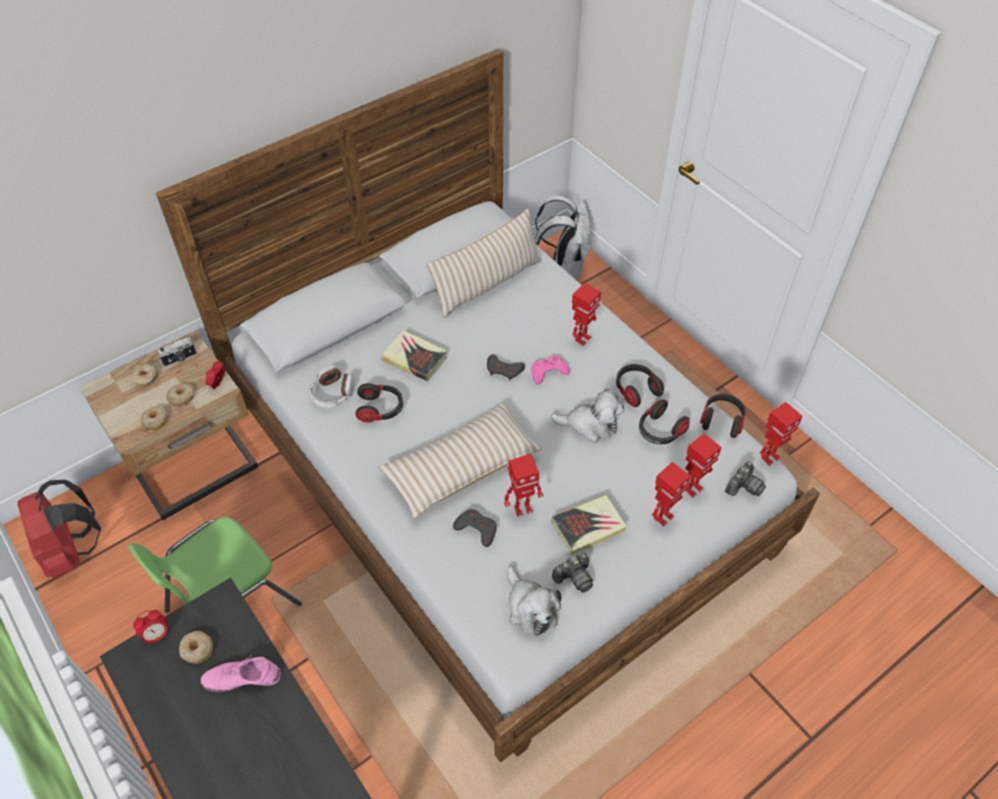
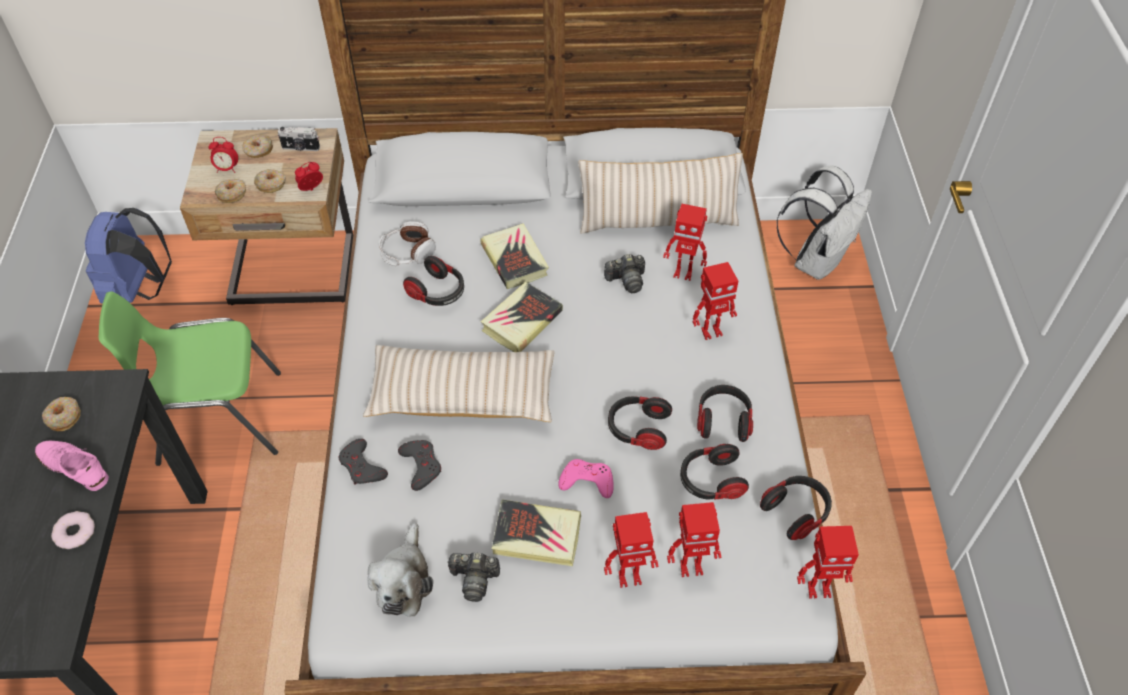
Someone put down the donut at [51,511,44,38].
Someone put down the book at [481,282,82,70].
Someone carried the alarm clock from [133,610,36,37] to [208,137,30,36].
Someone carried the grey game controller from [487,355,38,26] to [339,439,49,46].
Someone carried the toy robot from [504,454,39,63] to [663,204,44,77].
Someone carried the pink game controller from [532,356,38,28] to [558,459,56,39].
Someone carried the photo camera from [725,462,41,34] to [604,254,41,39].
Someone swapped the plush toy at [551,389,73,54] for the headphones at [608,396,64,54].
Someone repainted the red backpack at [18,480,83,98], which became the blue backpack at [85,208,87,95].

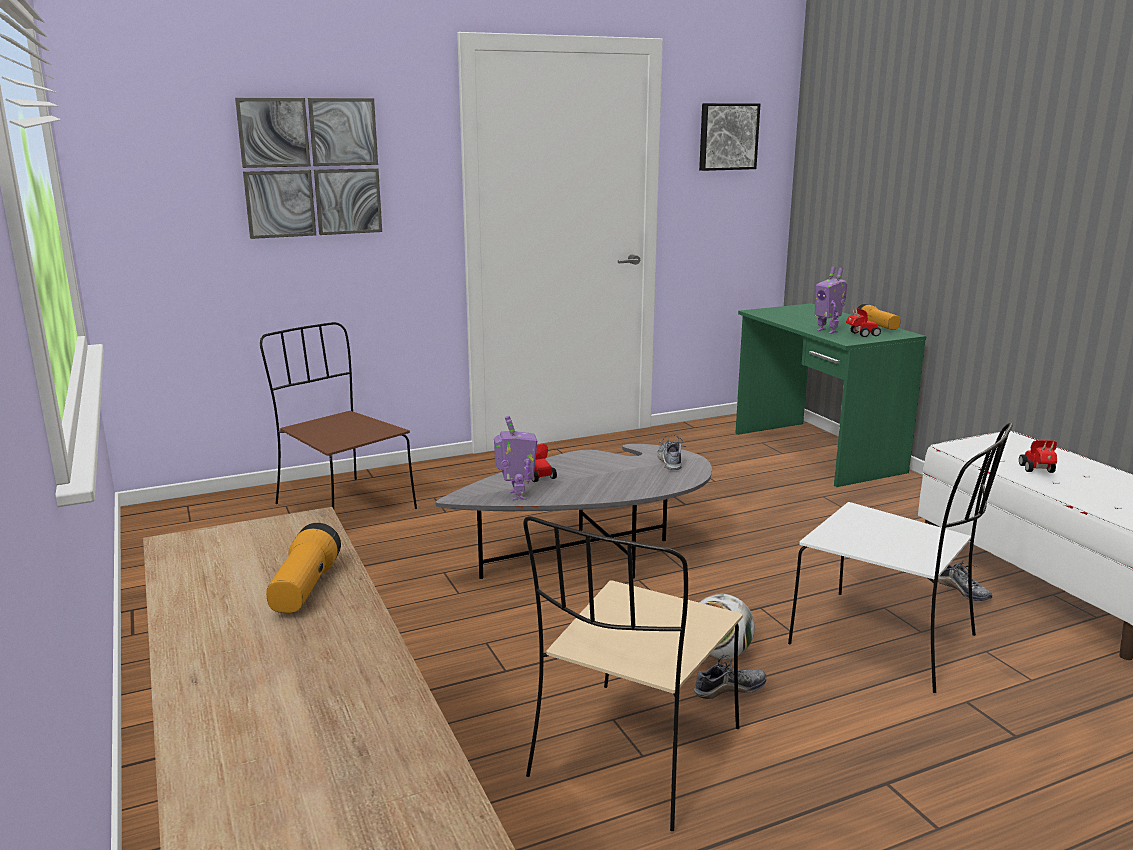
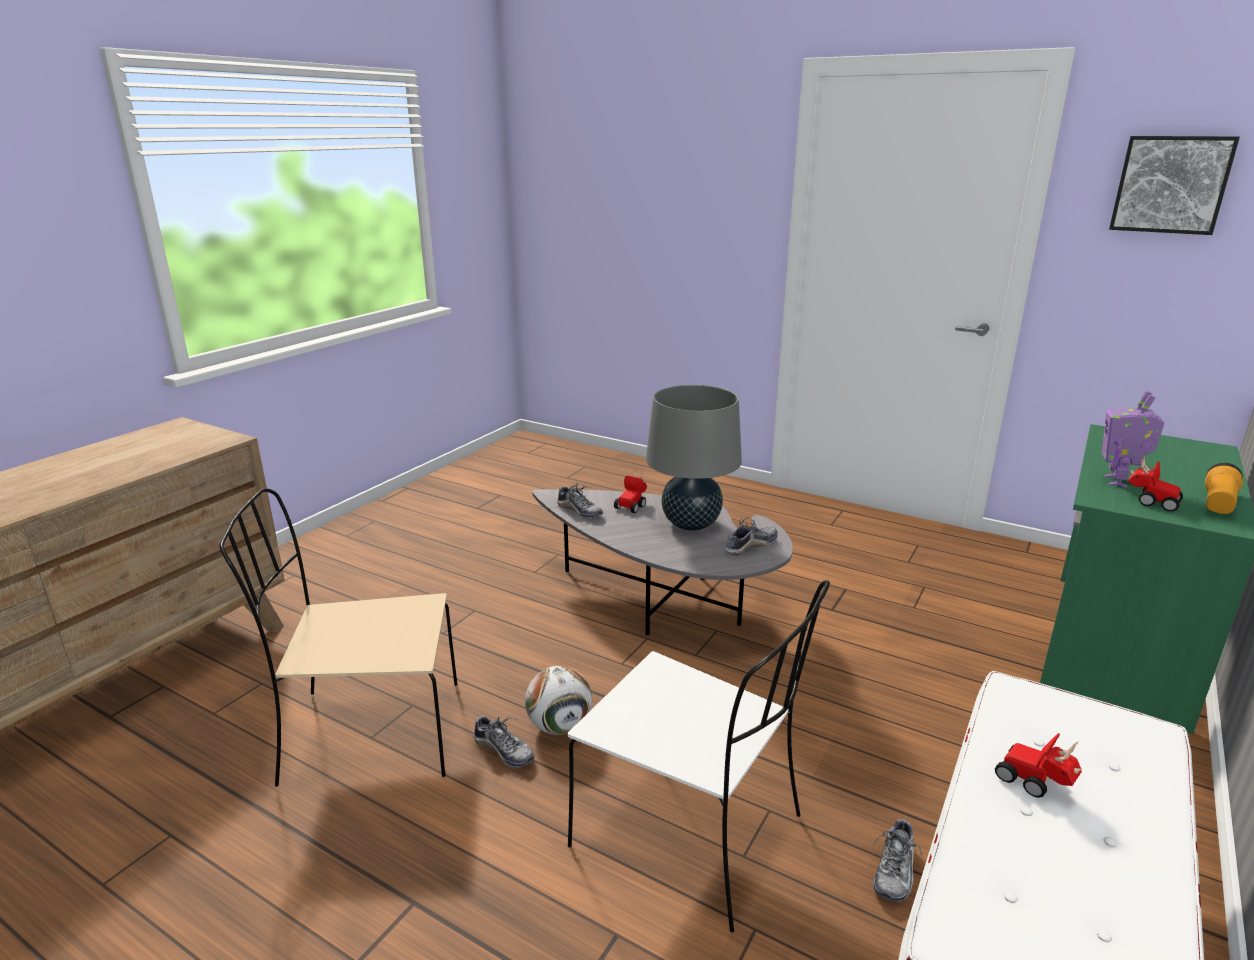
Someone took away the picture at [235,98,147,141].
Someone took away the brown chair at [260,322,157,187].
Someone took away the flashlight at [266,523,75,90].
Someone put down the grey table lamp at [646,385,96,146].
Someone swapped the toy robot at [494,416,43,85] for the shoe at [557,483,46,36].
Someone rotated the white chair at [788,423,225,270] by 60 degrees counterclockwise.
Someone rotated the toy car at [1019,440,38,33] by 105 degrees counterclockwise.

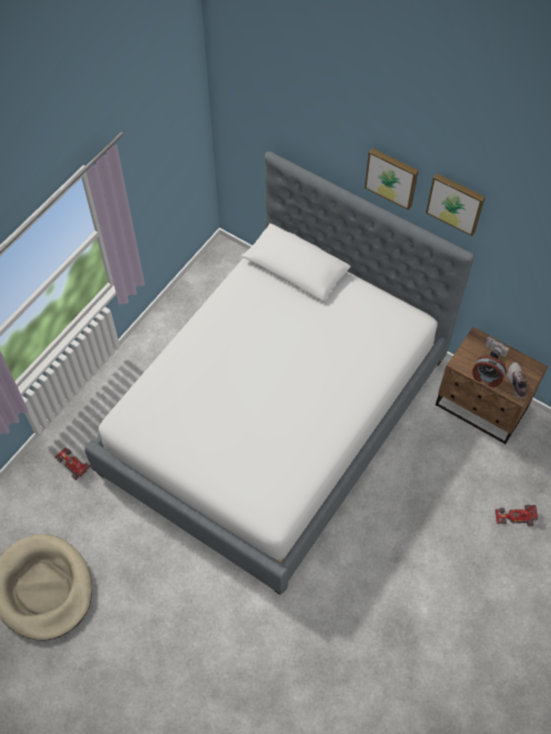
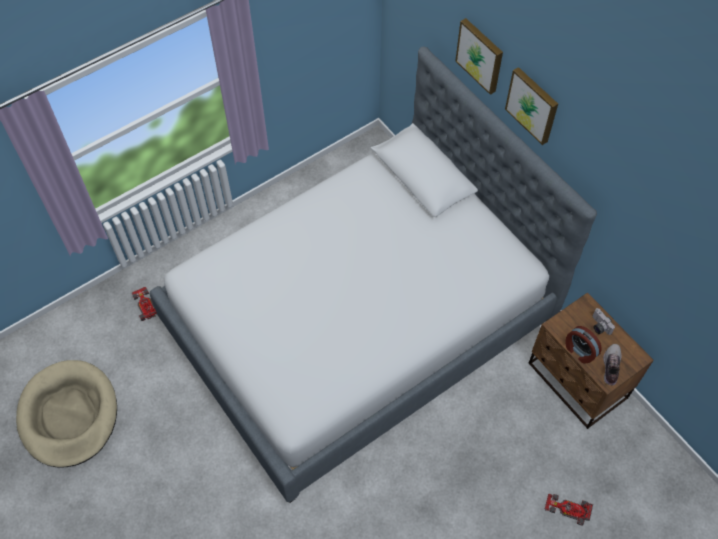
Someone carried the picture from [426,173,59,63] to [455,18,48,77].

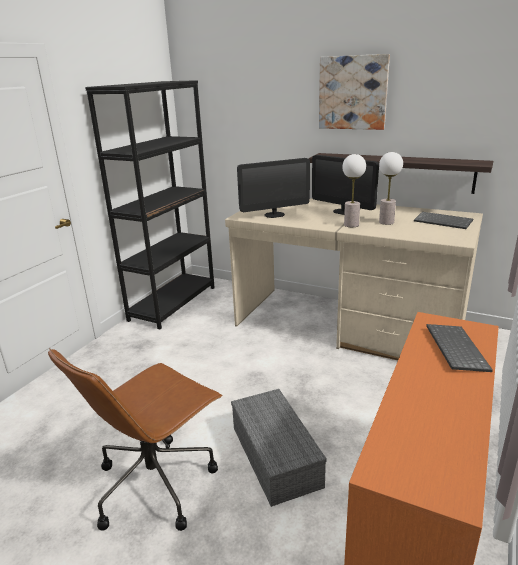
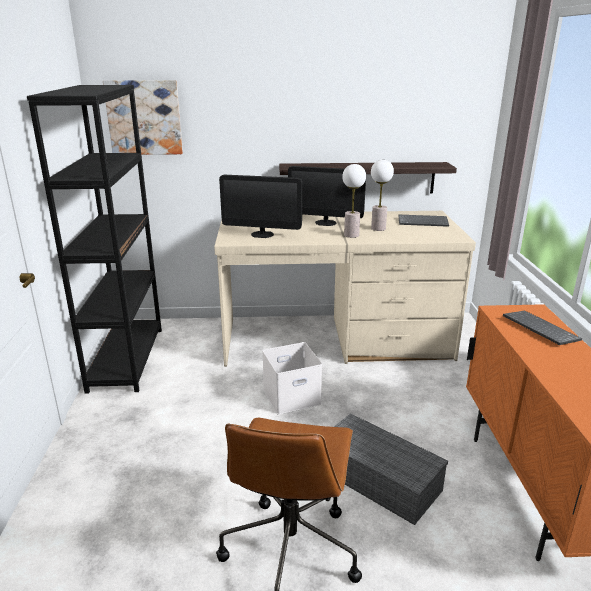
Someone put down the white storage box at [262,342,60,73].
Someone carried the picture from [319,54,71,76] to [103,80,80,75].
Someone rotated the monitor at [237,158,73,60] by 60 degrees clockwise.

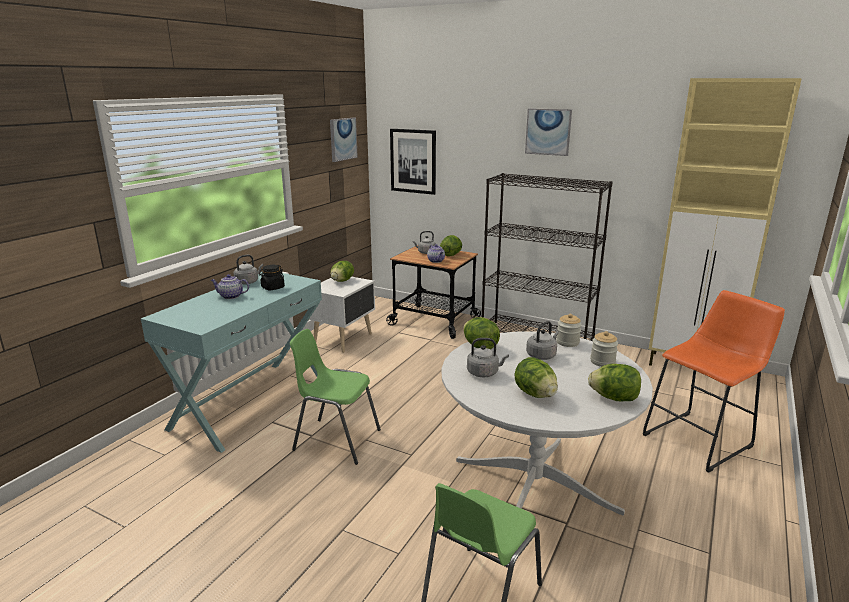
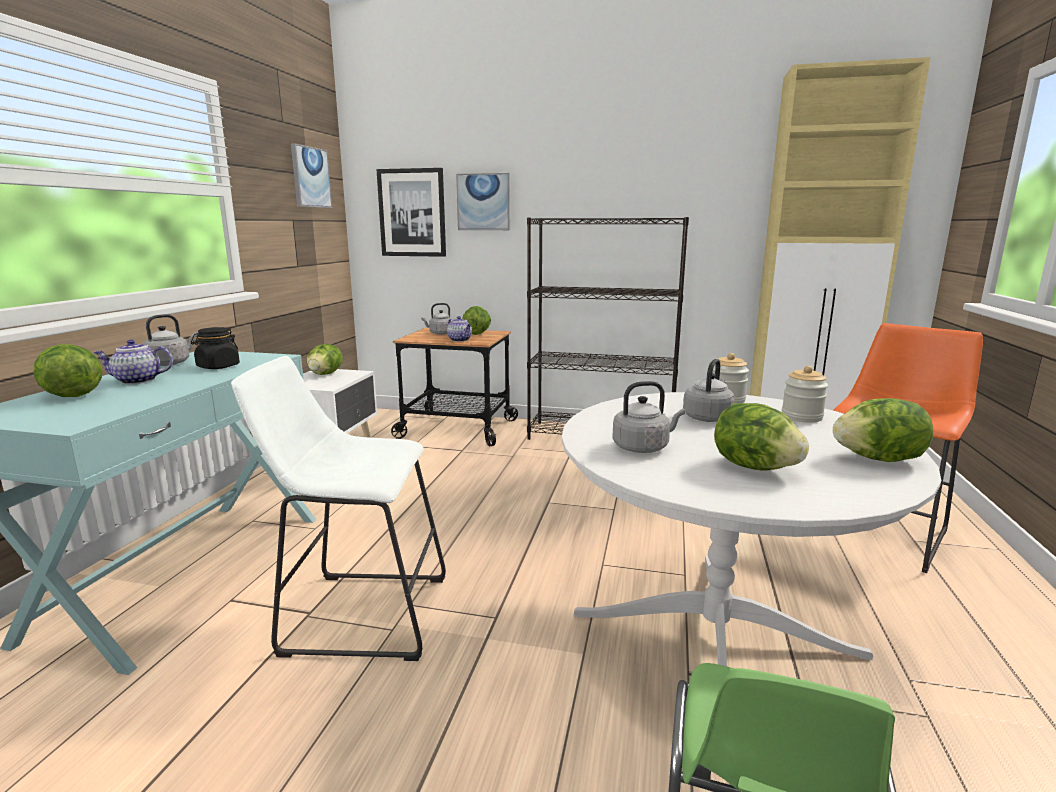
Someone carried the lettuce from [463,317,37,32] to [34,344,68,53].
Someone carried the picture from [525,108,47,48] to [456,173,54,57].
Someone swapped the green chair at [290,329,91,136] for the white stool at [231,356,215,305].

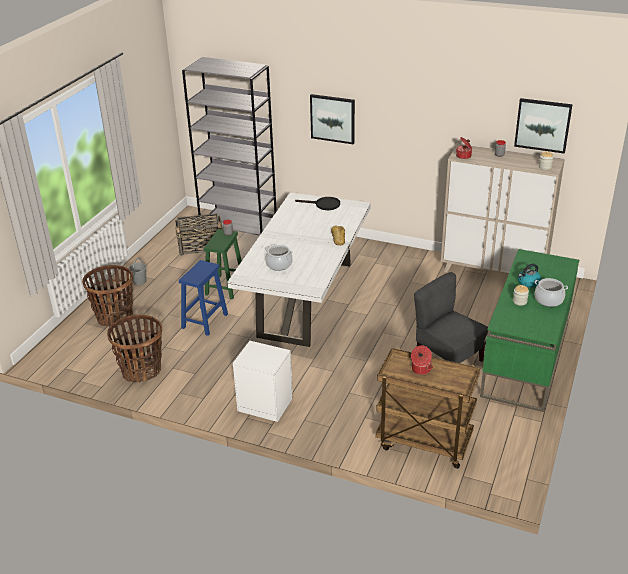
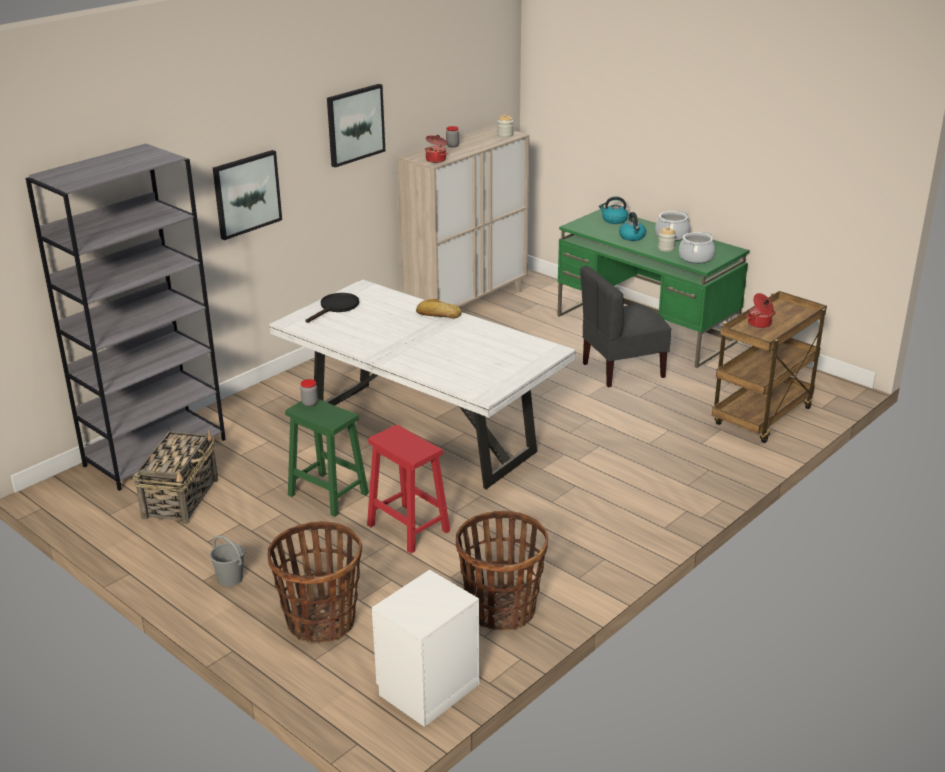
Someone put down the kettle at [599,197,29,27].
Someone carried the white nightstand from [233,341,60,81] to [372,570,108,157].
Someone carried the cooking pot from [265,245,28,26] to [679,231,36,33].
Someone carried the picture from [514,98,59,56] to [327,84,58,83].
Someone repainted the blue stool at [179,260,49,76], which became the red stool at [367,425,83,128].

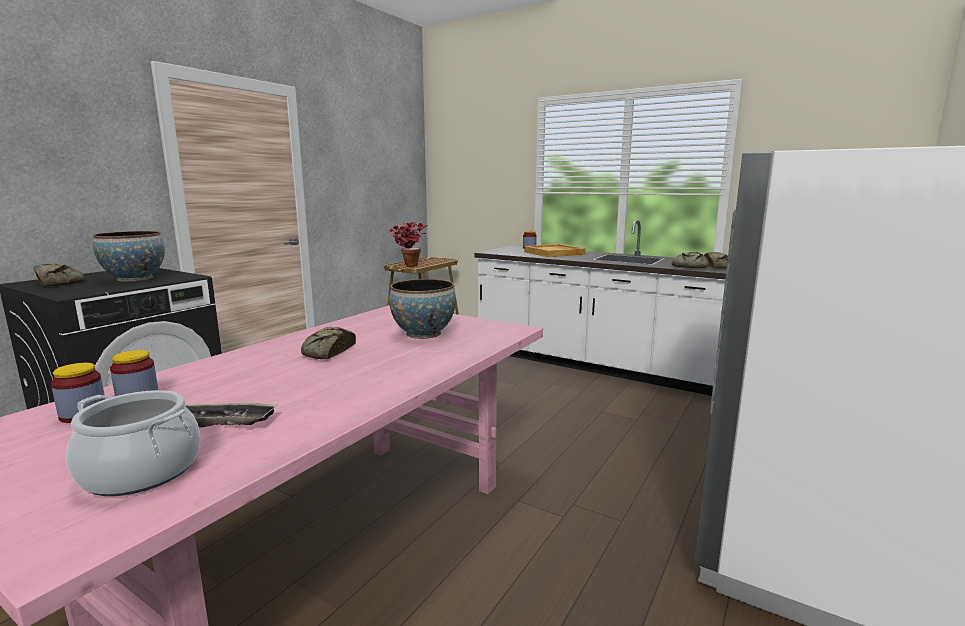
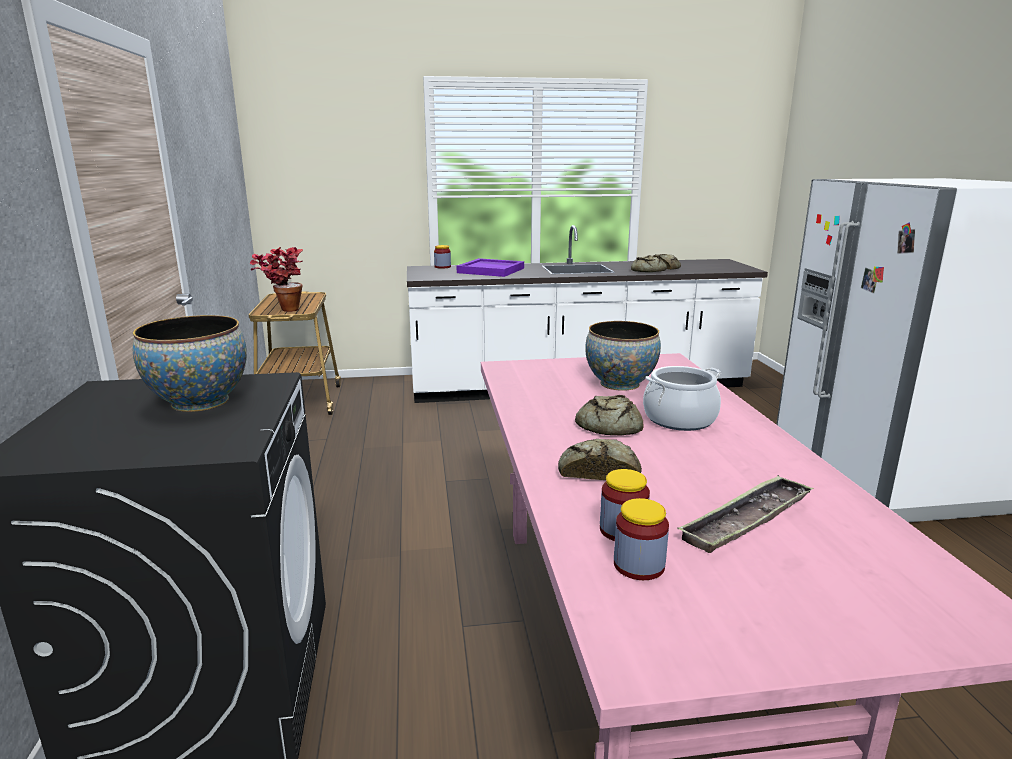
Someone carried the bread from [33,264,52,23] to [558,439,84,41].
Someone carried the cooking pot from [66,390,135,106] to [643,366,78,65].
Someone repainted the beige tray at [524,244,62,13], which became the purple tray at [457,258,67,19].

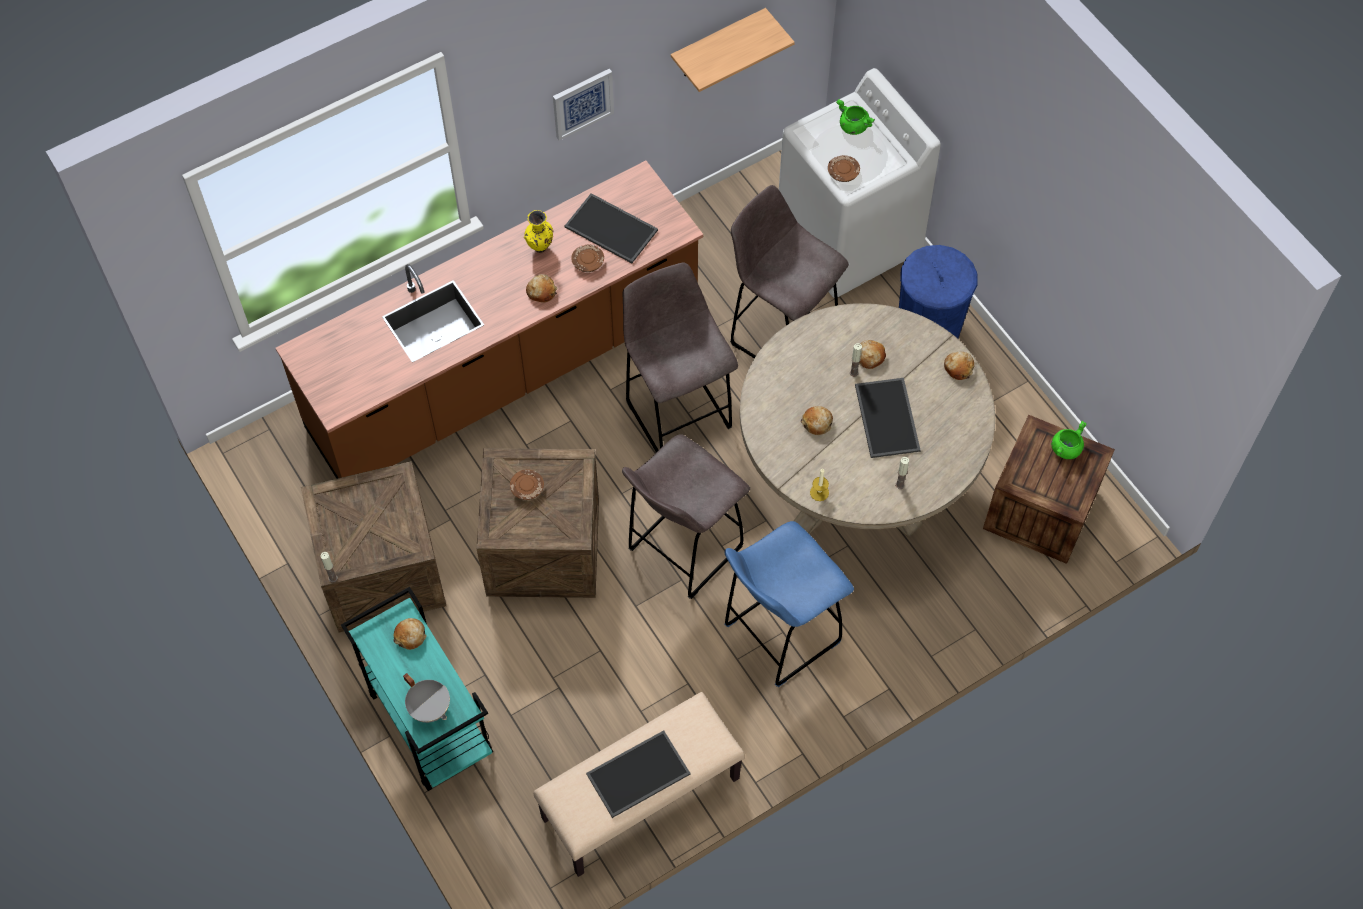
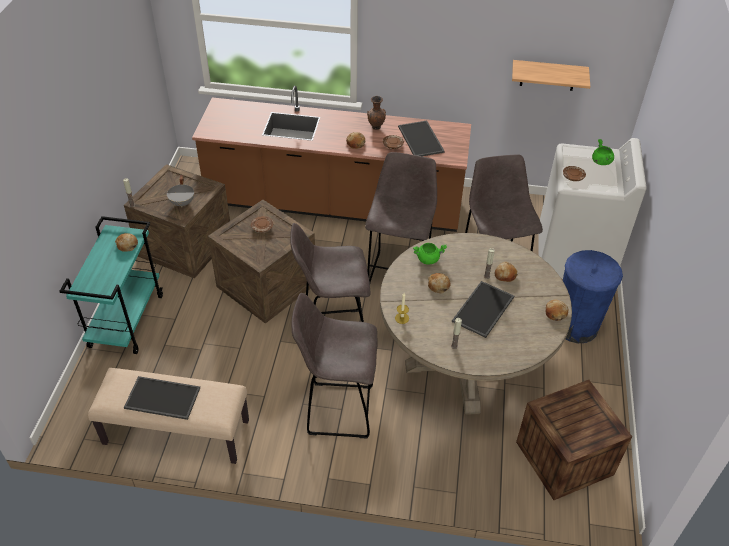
Someone took away the picture at [553,68,61,73].
Someone carried the grey cooking pot from [403,673,47,50] to [167,175,27,32].
Someone carried the green cooking pot from [1051,421,36,38] to [413,243,34,22].
Someone repainted the yellow vase at [524,210,29,43], which became the brown vase at [367,96,19,34].
Someone repainted the blue stool at [725,521,129,166], which became the grey stool at [292,293,86,145].

